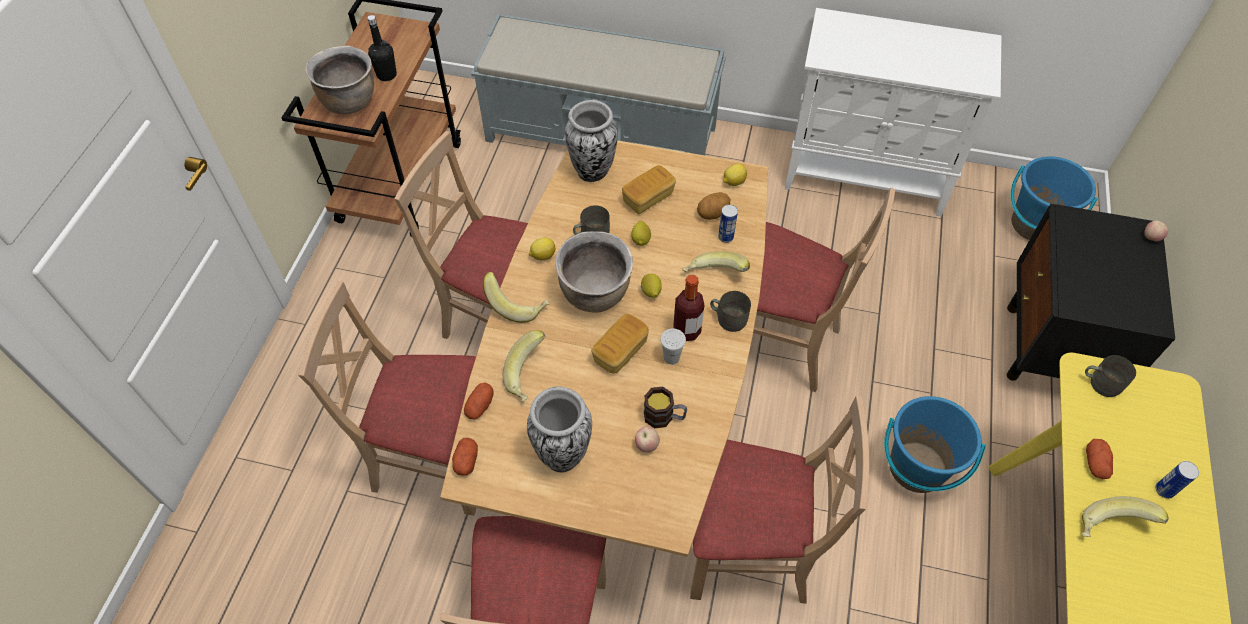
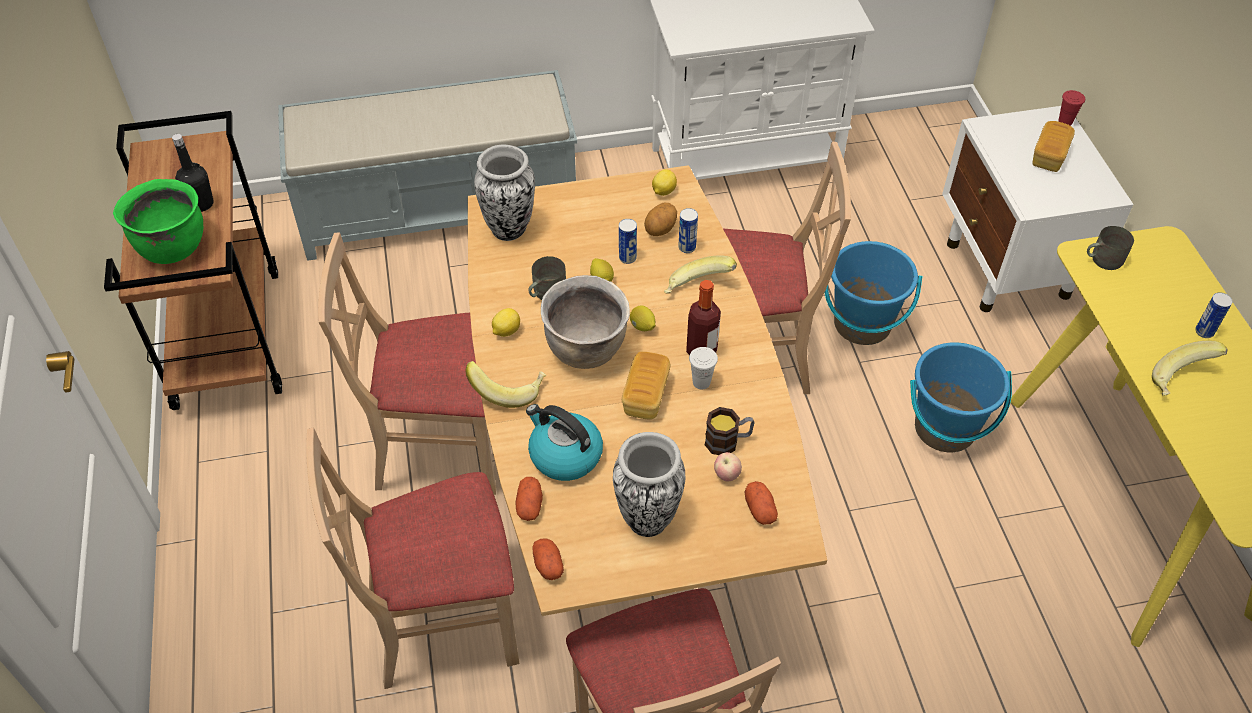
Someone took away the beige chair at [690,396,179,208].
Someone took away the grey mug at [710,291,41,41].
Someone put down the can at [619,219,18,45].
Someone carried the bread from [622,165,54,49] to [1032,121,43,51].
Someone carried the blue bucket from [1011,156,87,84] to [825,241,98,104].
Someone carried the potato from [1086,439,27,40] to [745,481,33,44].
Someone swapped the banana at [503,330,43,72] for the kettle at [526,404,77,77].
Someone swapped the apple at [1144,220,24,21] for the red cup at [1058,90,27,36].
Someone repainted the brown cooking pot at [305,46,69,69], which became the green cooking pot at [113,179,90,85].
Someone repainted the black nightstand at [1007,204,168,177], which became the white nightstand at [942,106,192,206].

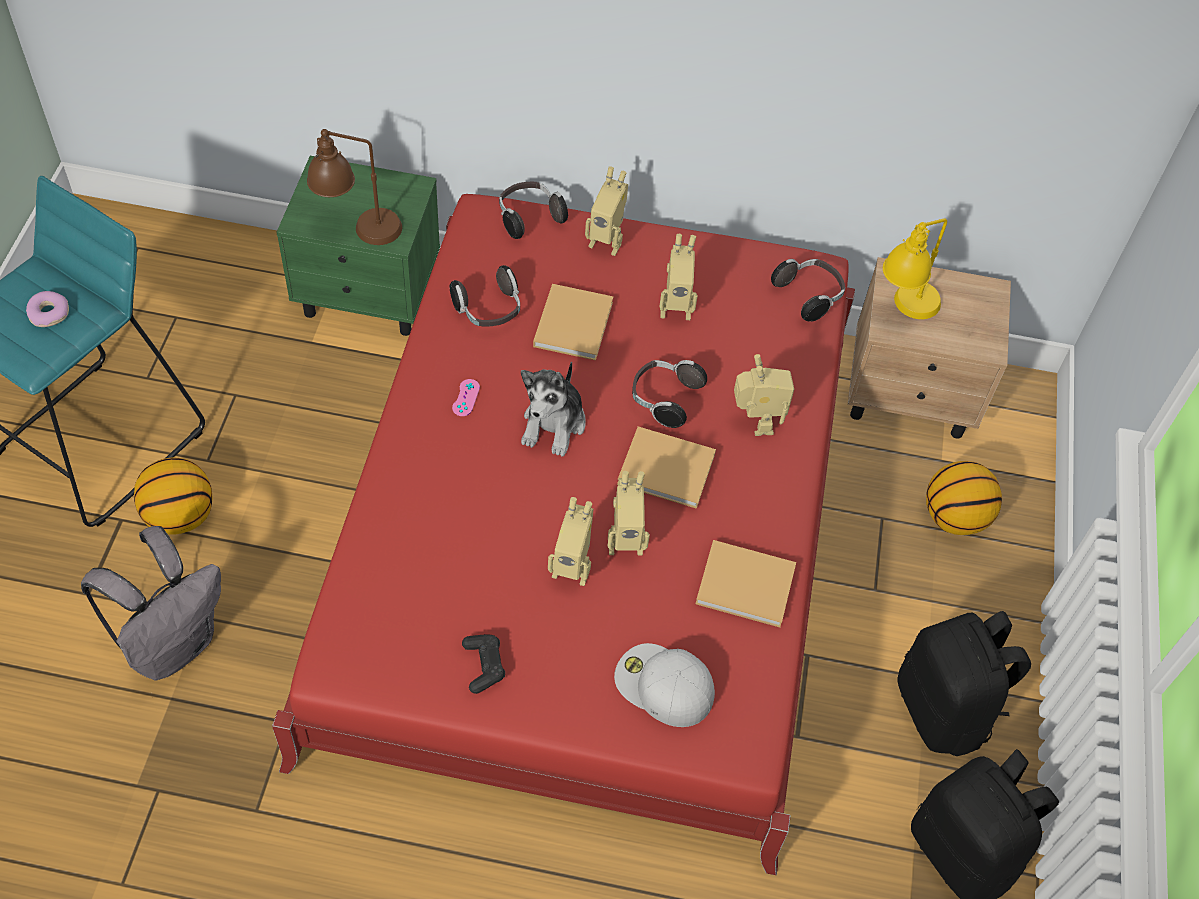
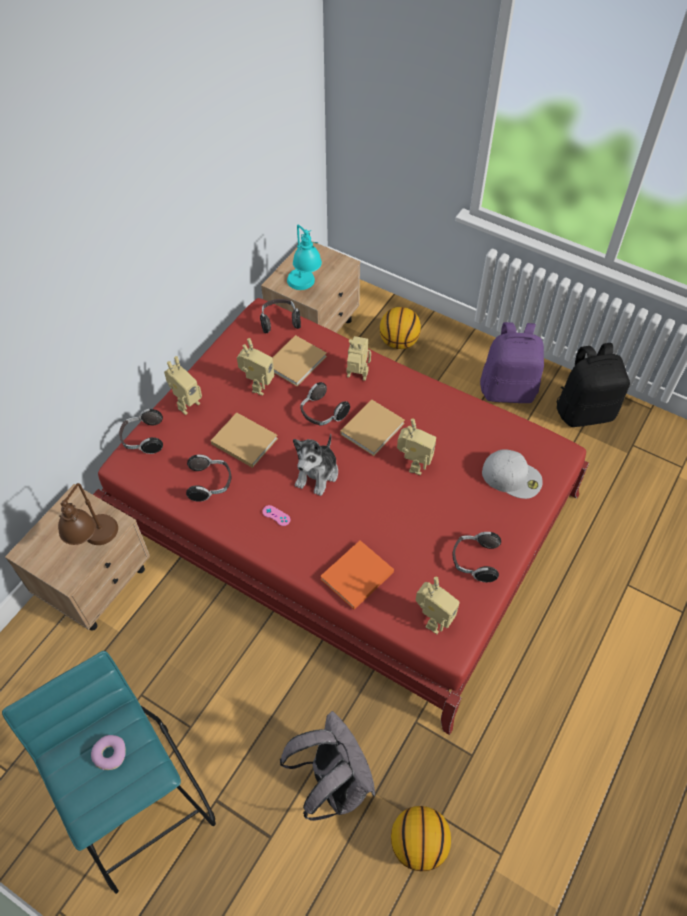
Someone put down the orange book at [320,541,74,69].
Someone carried the basketball from [134,457,79,78] to [391,806,60,65].
Someone carried the toy robot from [548,497,45,89] to [415,577,44,57].
Someone carried the beige book from [696,540,100,87] to [272,335,55,51].
Someone swapped the black game controller at [462,634,43,60] for the headphones at [452,532,49,50].
Someone repainted the green nightstand at [277,156,163,180], which became the beige nightstand at [5,484,145,147].
Someone repainted the yellow table lamp at [883,218,64,101], which became the turquoise table lamp at [287,225,35,65].
Someone repainted the black backpack at [897,611,134,145], which became the purple backpack at [480,322,64,81].
Someone rotated the plush toy at [521,361,65,96] by 75 degrees clockwise.
Someone rotated the white cap at [614,643,101,84] by 120 degrees counterclockwise.

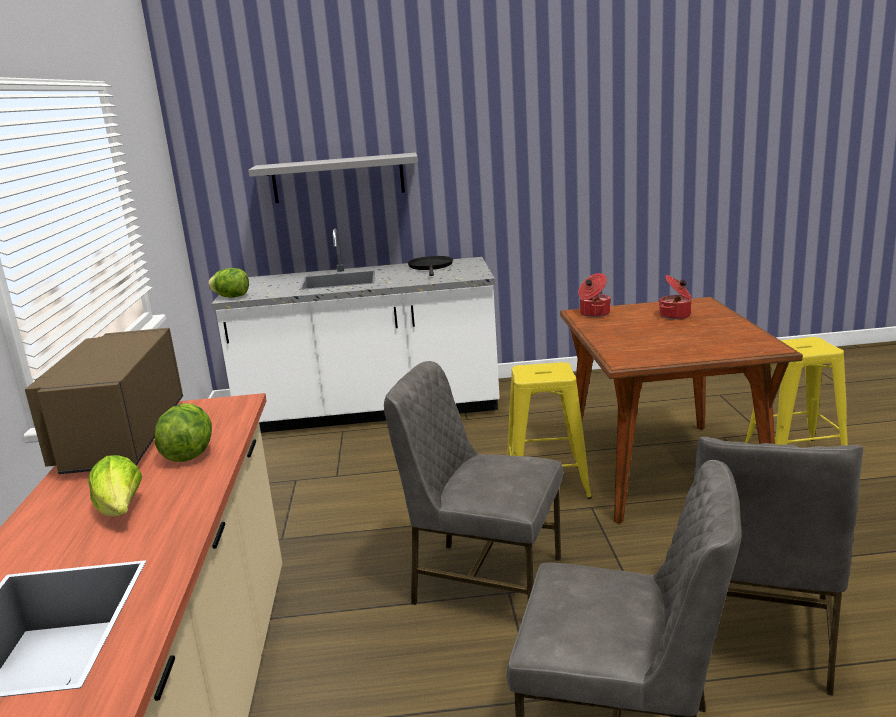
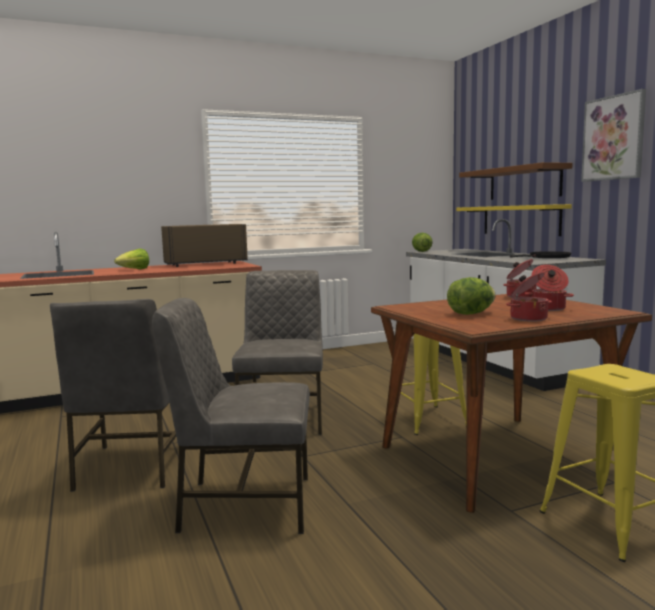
Someone put up the yellow shelf at [456,204,116,32].
Someone put down the cooking pot at [506,272,46,50].
Someone put up the picture at [581,89,65,93].
Someone carried the lettuce from [155,403,57,59] to [447,277,49,38].
Someone repainted the grey shelf at [248,153,170,50], which became the brown shelf at [459,162,114,38].

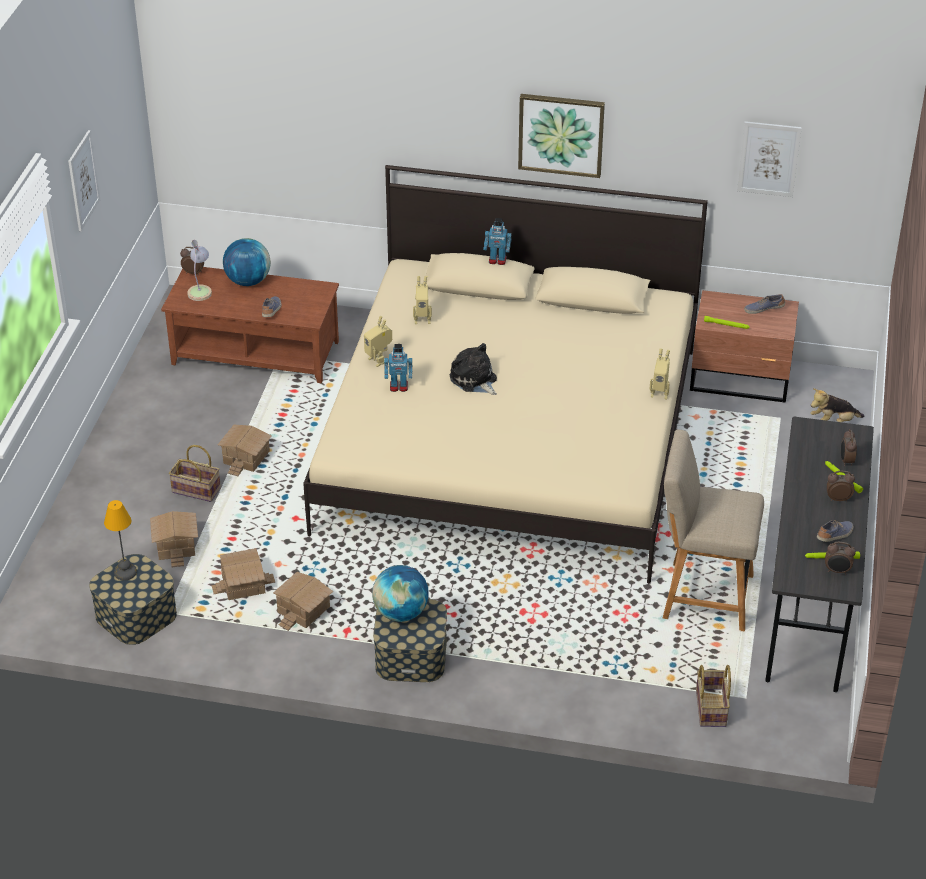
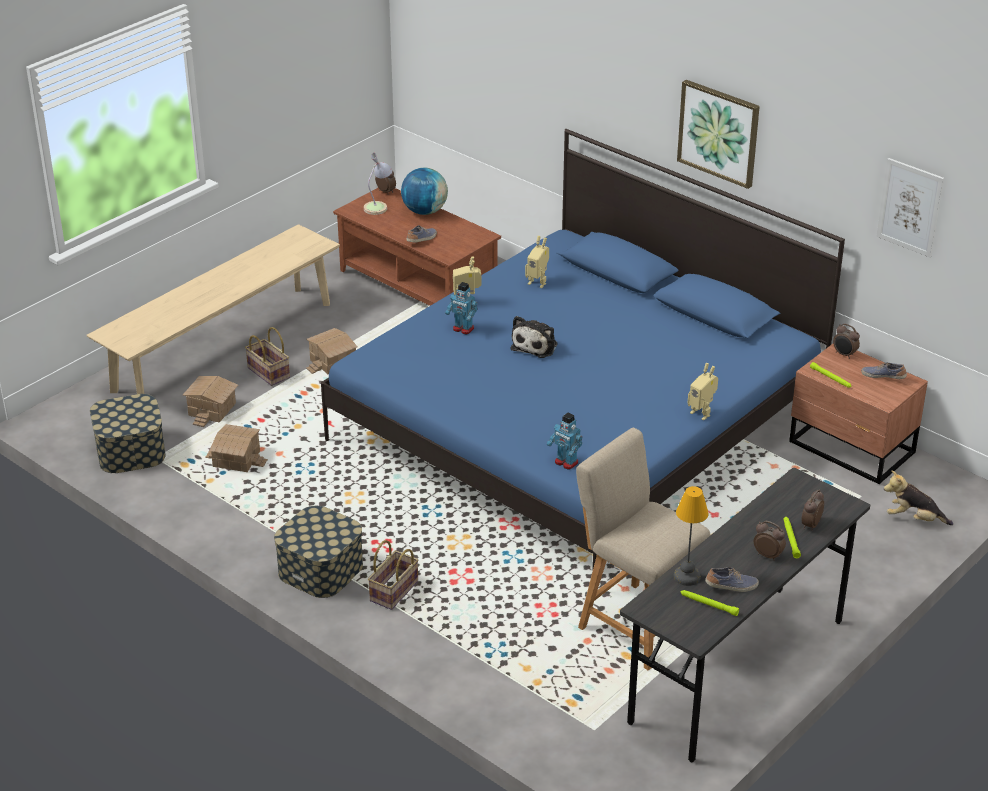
Someone took away the picture at [68,130,32,101].
Someone took away the toy house at [273,572,60,59].
Someone took away the globe at [372,565,57,57].
Someone put down the beige bench at [87,224,253,170].
Someone carried the table lamp from [104,500,33,80] to [674,486,35,100].
Someone carried the toy robot from [483,218,28,47] to [547,413,36,57].
Someone carried the basket from [696,665,35,62] to [368,540,50,70].
Someone carried the alarm clock from [825,542,31,33] to [833,323,27,36].
Someone repainted the beige bed at [303,165,405,419], which became the blue bed at [321,129,524,443].
Someone rotated the plush toy at [450,343,47,52] by 150 degrees counterclockwise.

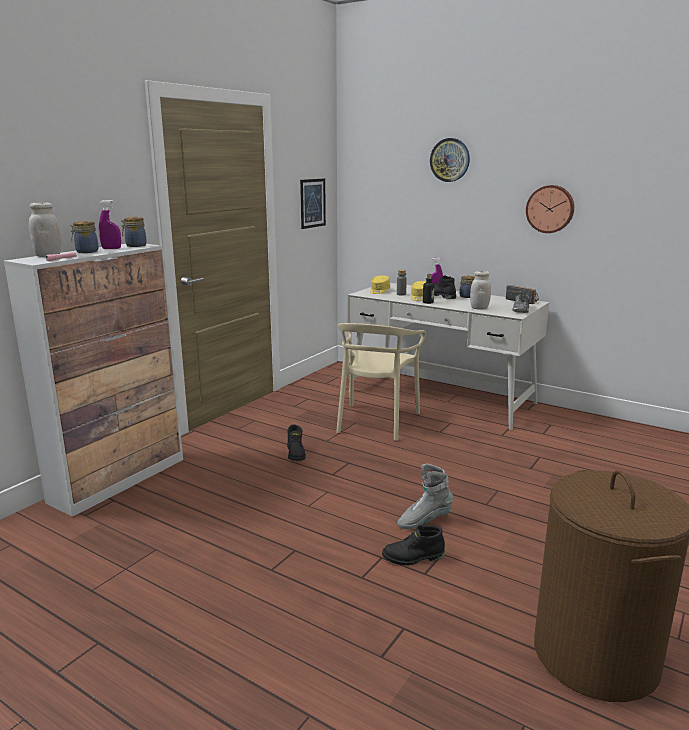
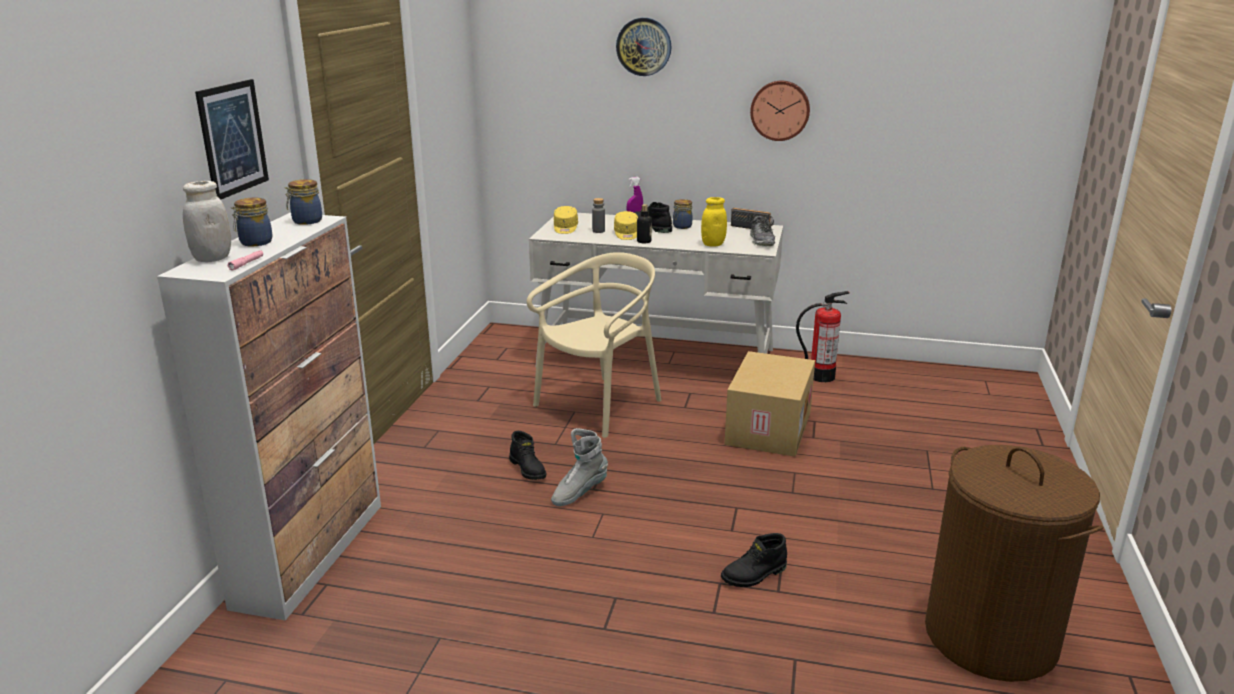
Someone took away the purple spray bottle at [99,200,22,49].
Someone put down the cardboard box at [725,351,90,106].
Someone put down the fire extinguisher at [796,291,53,91].
Someone carried the picture from [300,178,26,51] to [195,79,74,121].
Someone carried the grey boot from [397,464,57,65] to [551,428,57,78].
Someone repainted the white jar at [470,271,21,39], which became the yellow jar at [701,197,26,50].
Someone rotated the beige chair at [336,323,90,118] by 135 degrees counterclockwise.

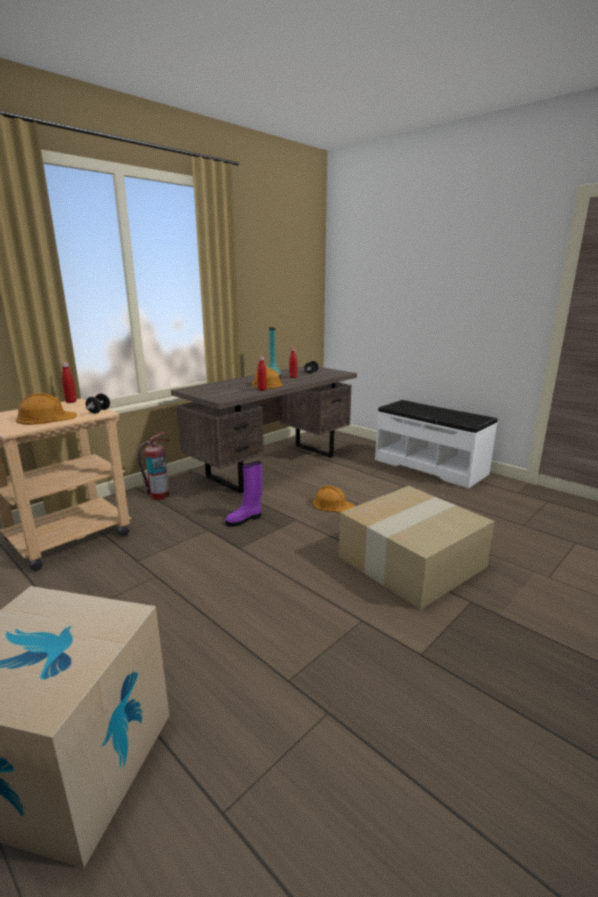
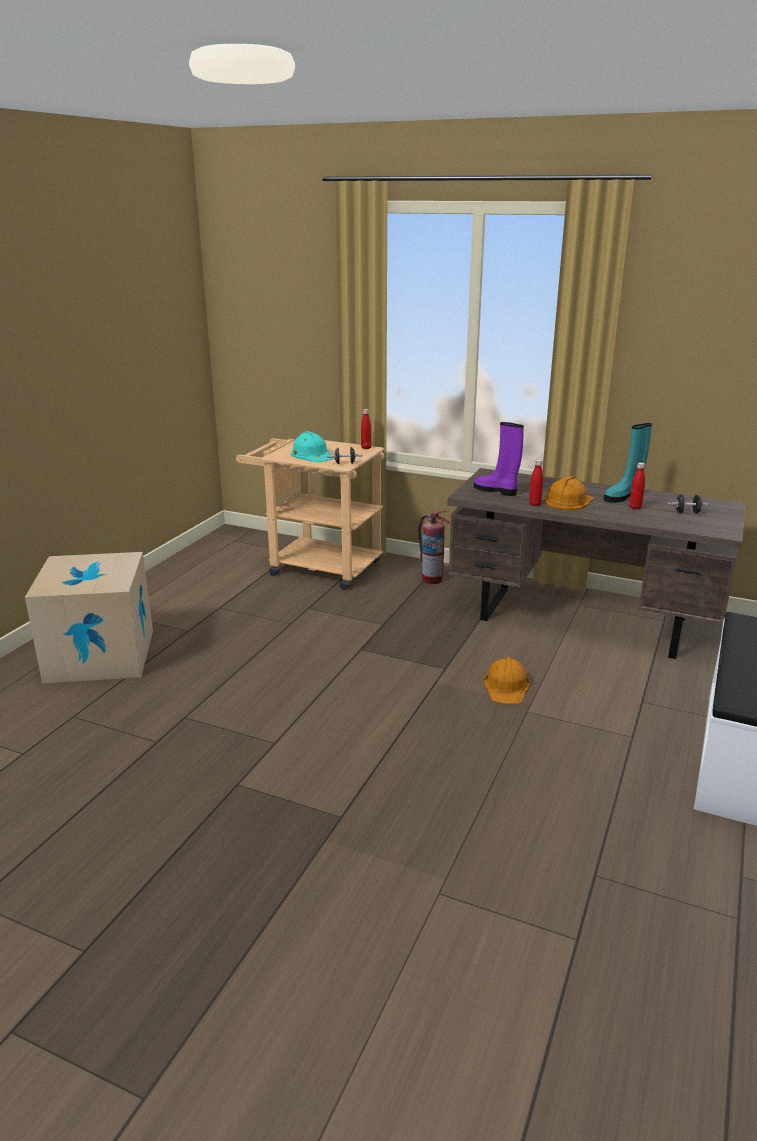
Someone took away the cardboard box at [339,486,156,124].
Someone carried the purple boot from [225,461,38,66] to [474,422,50,74].
Someone repainted the orange hard hat at [16,393,61,32], which became the turquoise hard hat at [291,431,43,31].

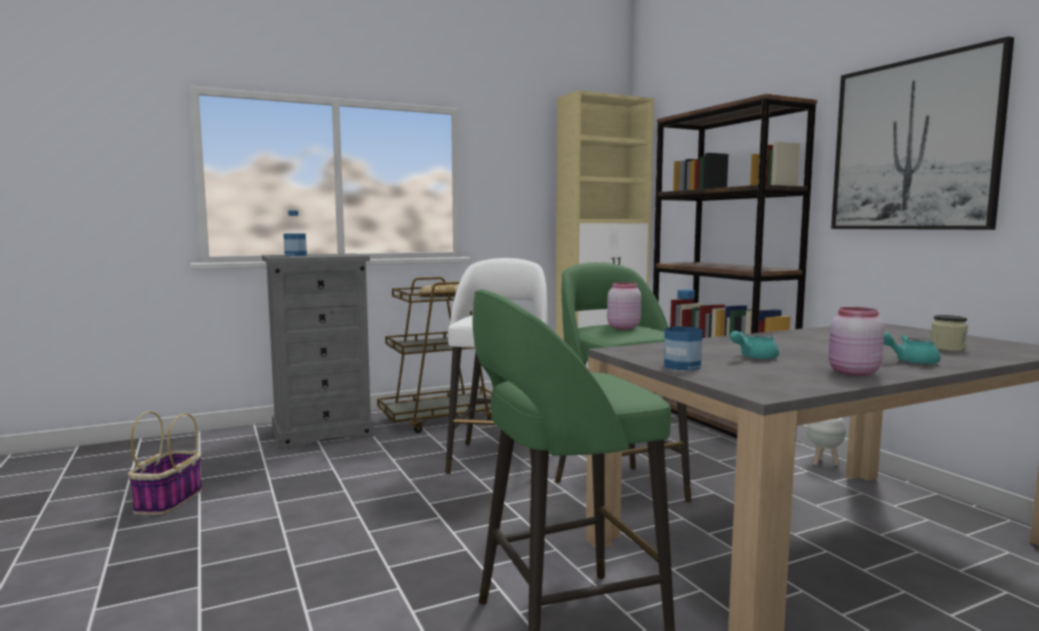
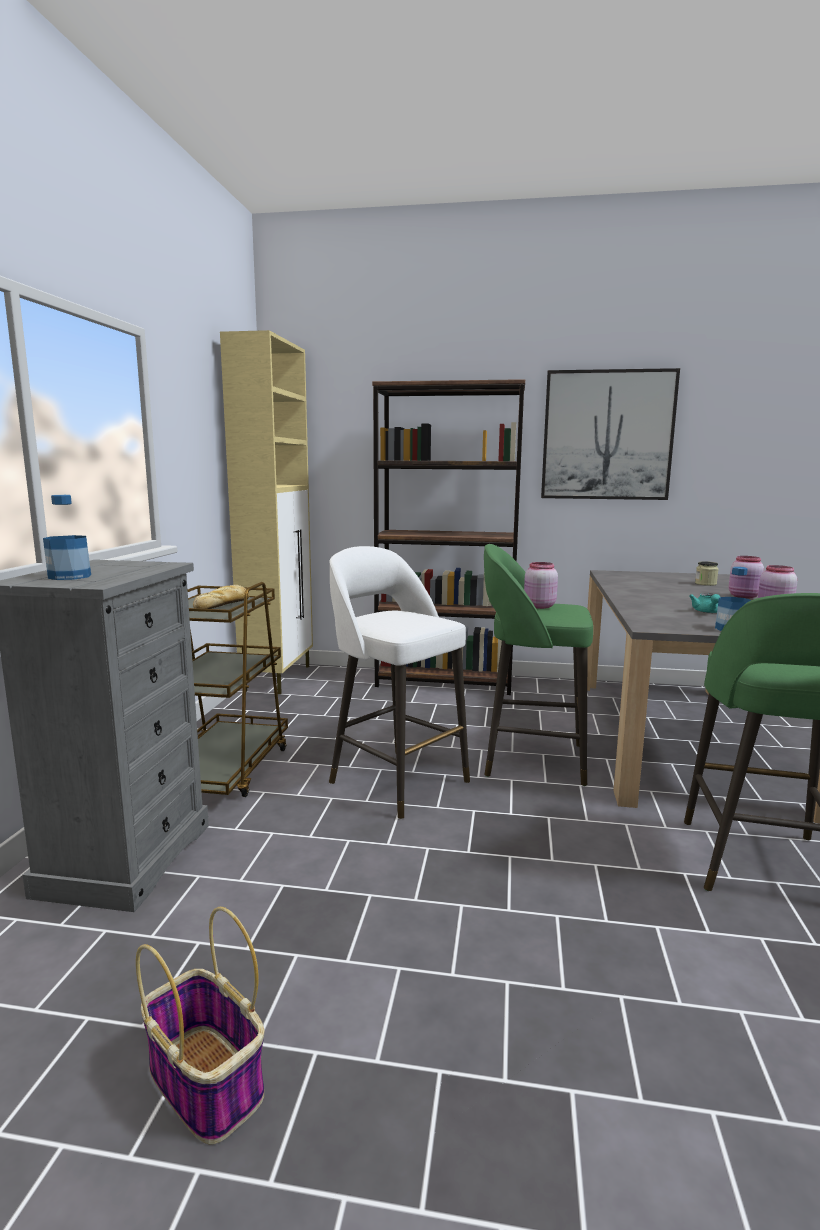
Someone took away the white planter at [807,418,39,48].
Someone swapped the turquoise teapot at [884,332,57,33] for the pink jar at [729,556,35,42].

